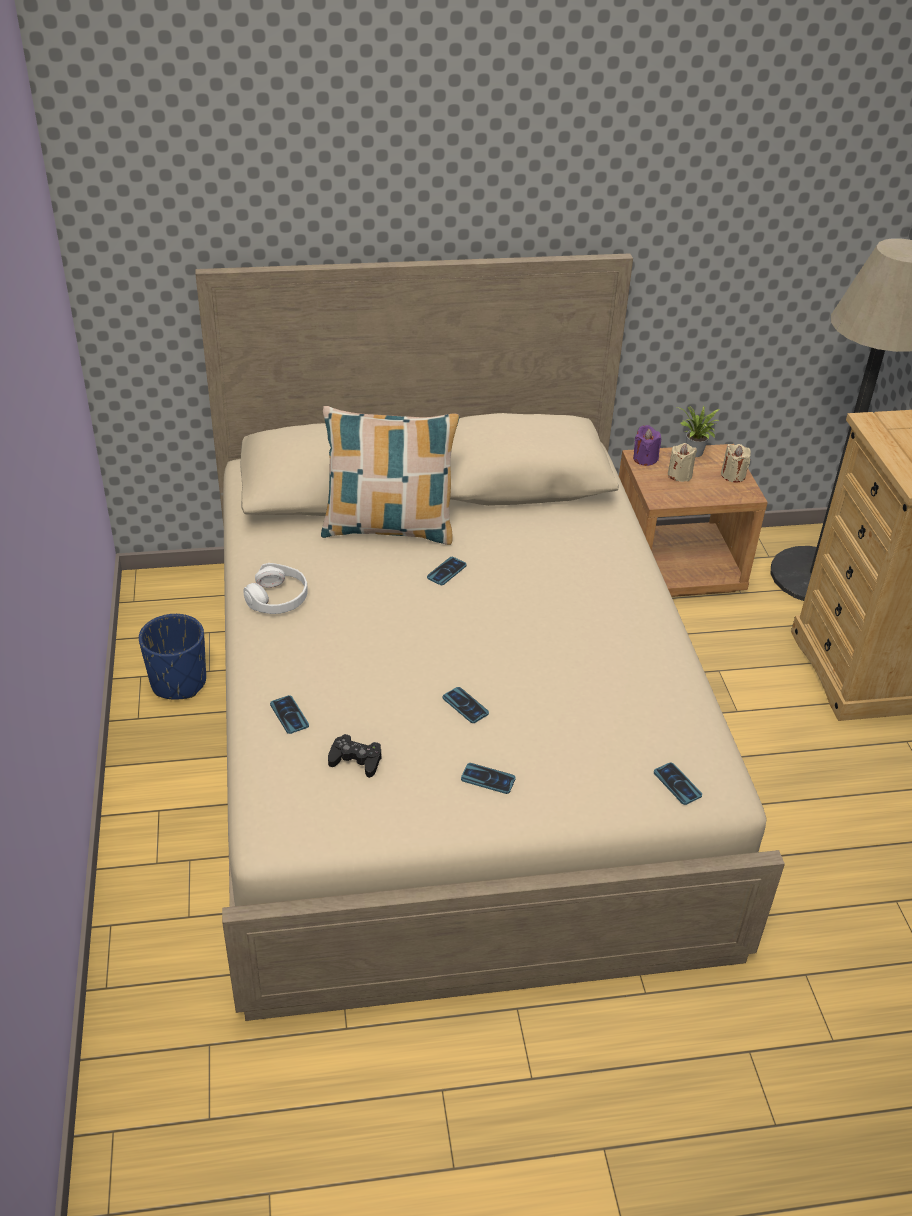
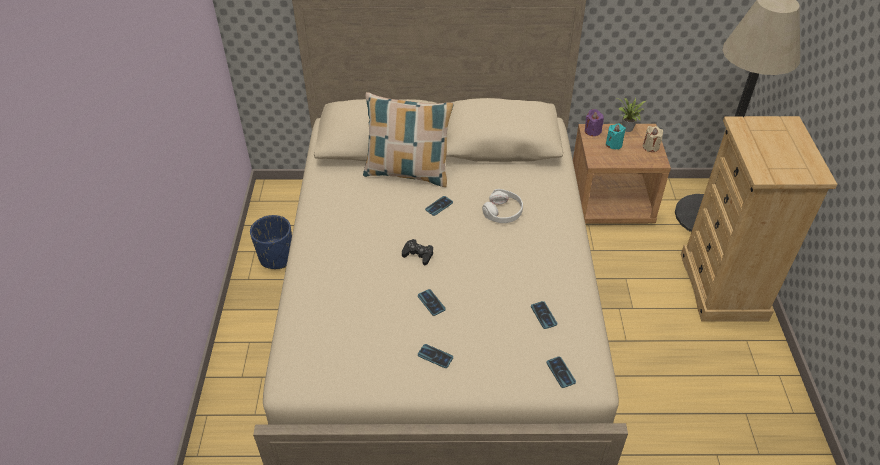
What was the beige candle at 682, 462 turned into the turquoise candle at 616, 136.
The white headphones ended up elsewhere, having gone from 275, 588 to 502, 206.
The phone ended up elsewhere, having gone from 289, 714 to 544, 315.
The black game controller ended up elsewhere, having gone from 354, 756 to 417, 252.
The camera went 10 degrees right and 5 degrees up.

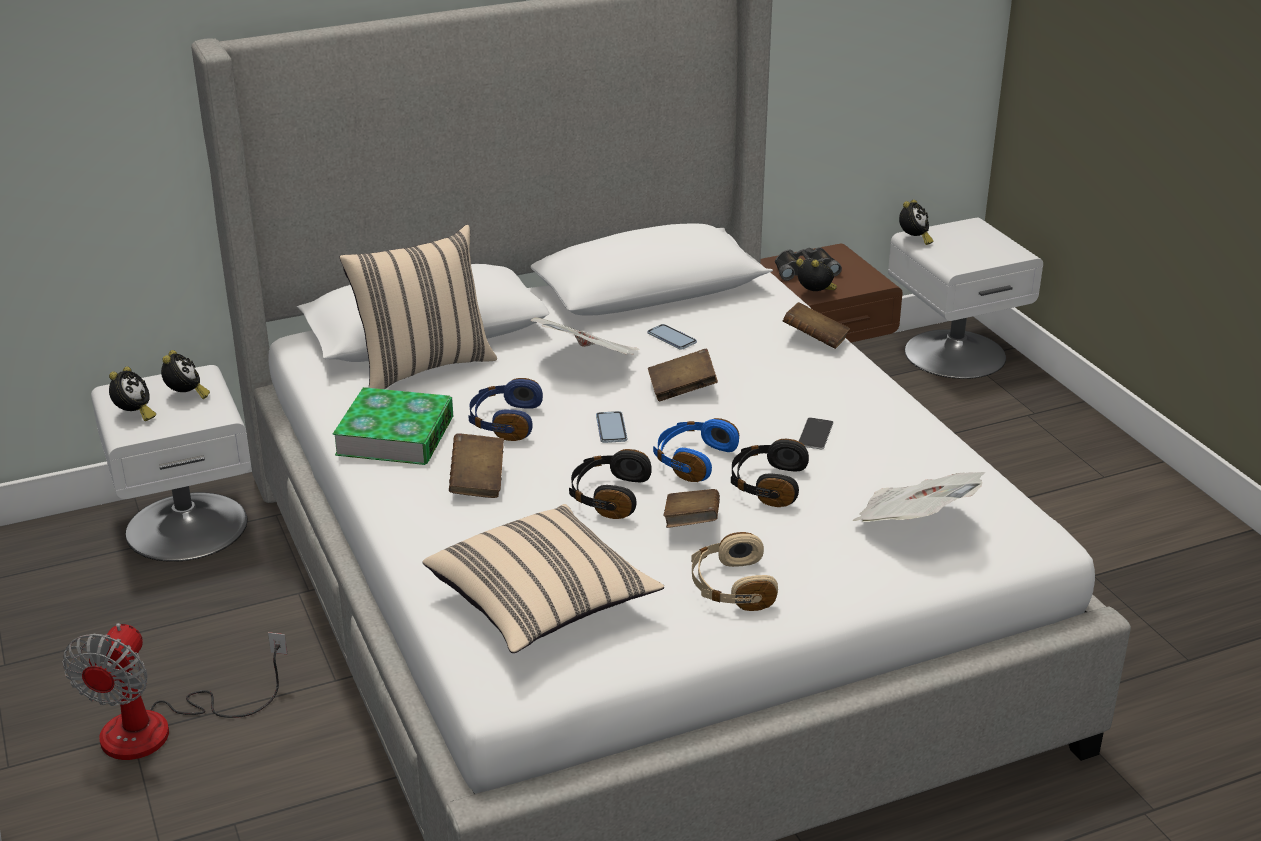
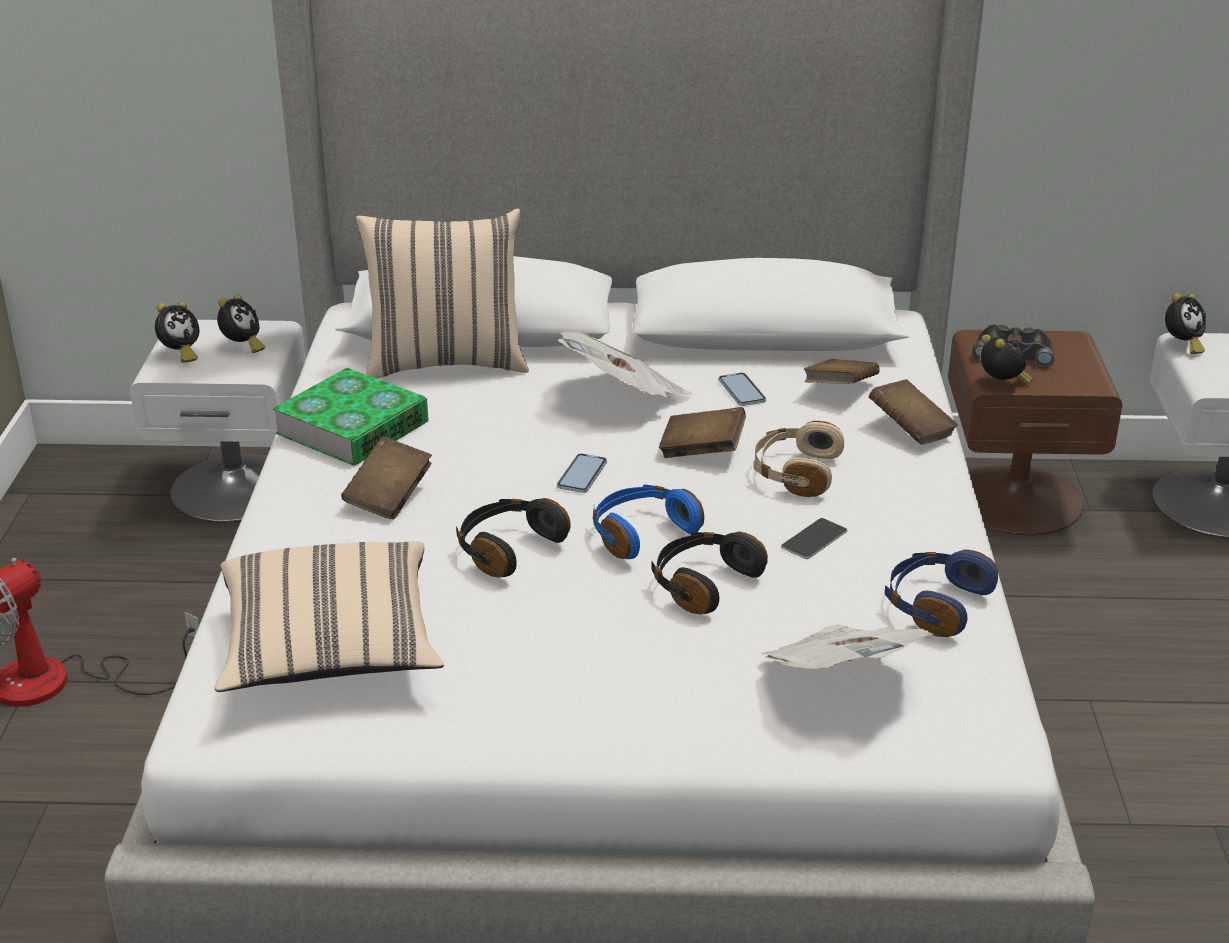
The blue headphones ended up elsewhere, having gone from 505, 409 to 941, 593.
The brown book ended up elsewhere, having gone from 692, 508 to 842, 371.
The beige headphones ended up elsewhere, having gone from 734, 571 to 798, 459.
The camera went 25 degrees right and 0 degrees up.

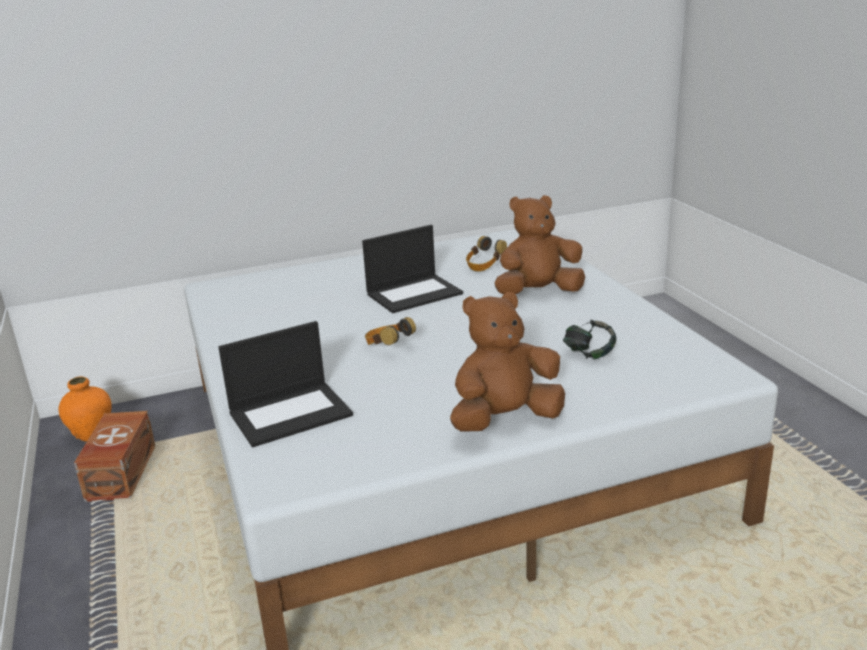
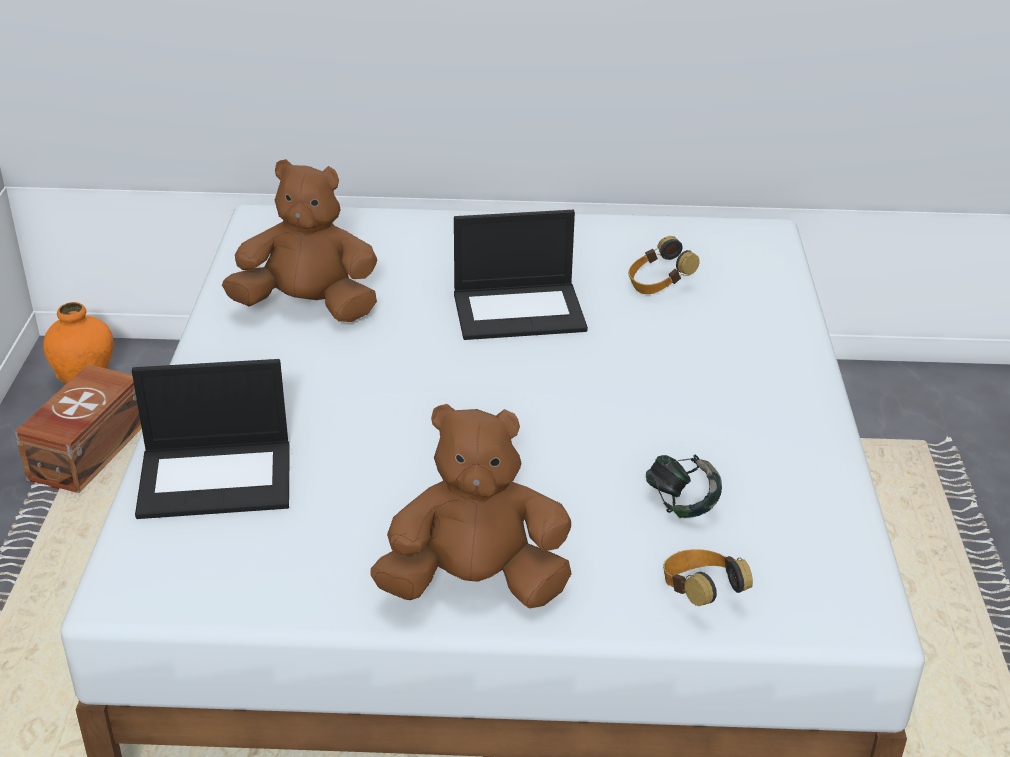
The brown plush toy ended up elsewhere, having gone from 540, 244 to 299, 240.
The headphones ended up elsewhere, having gone from 390, 331 to 708, 577.
The camera went 20 degrees right and 10 degrees up.

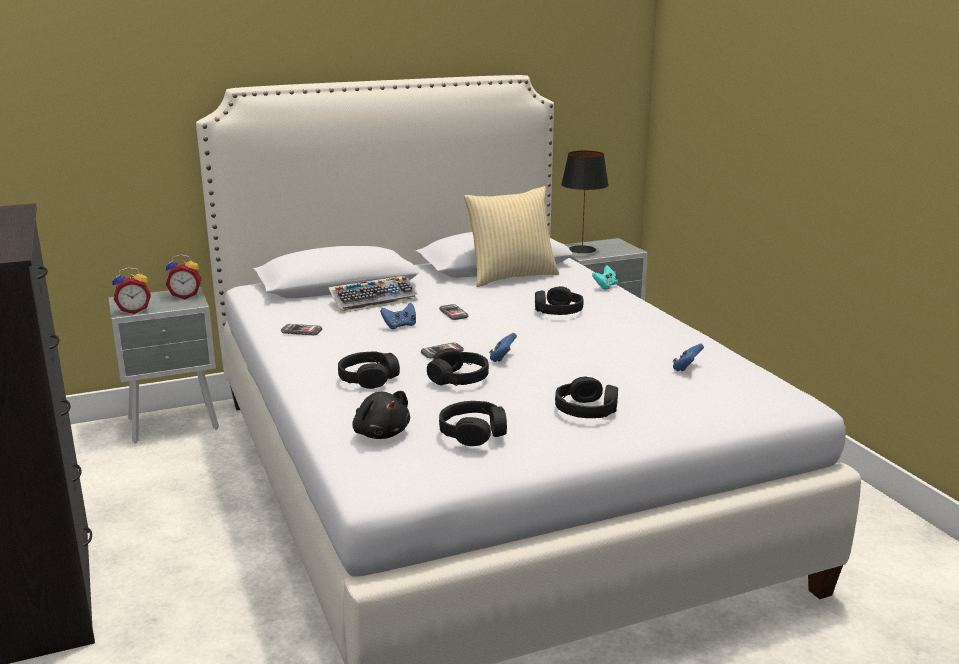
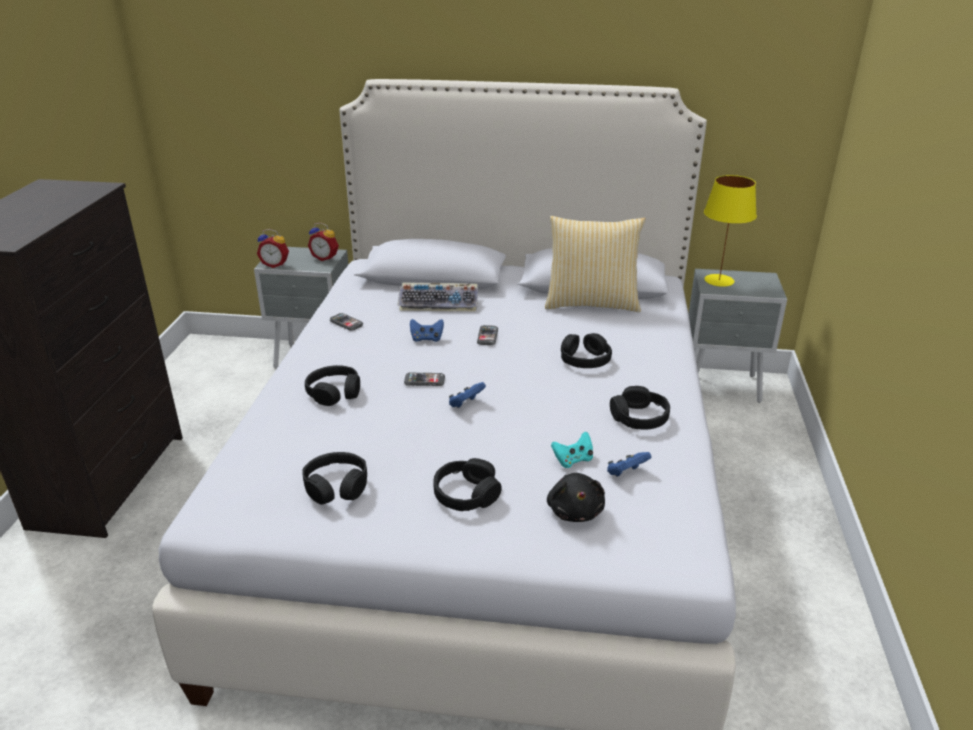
What was the black table lamp at 585, 202 turned into the yellow table lamp at 730, 231.
The turquoise game controller ended up elsewhere, having gone from 605, 277 to 572, 449.
The black headphones ended up elsewhere, having gone from 458, 367 to 640, 408.
The black plush toy ended up elsewhere, having gone from 381, 415 to 576, 497.
The camera went 30 degrees right and 10 degrees up.

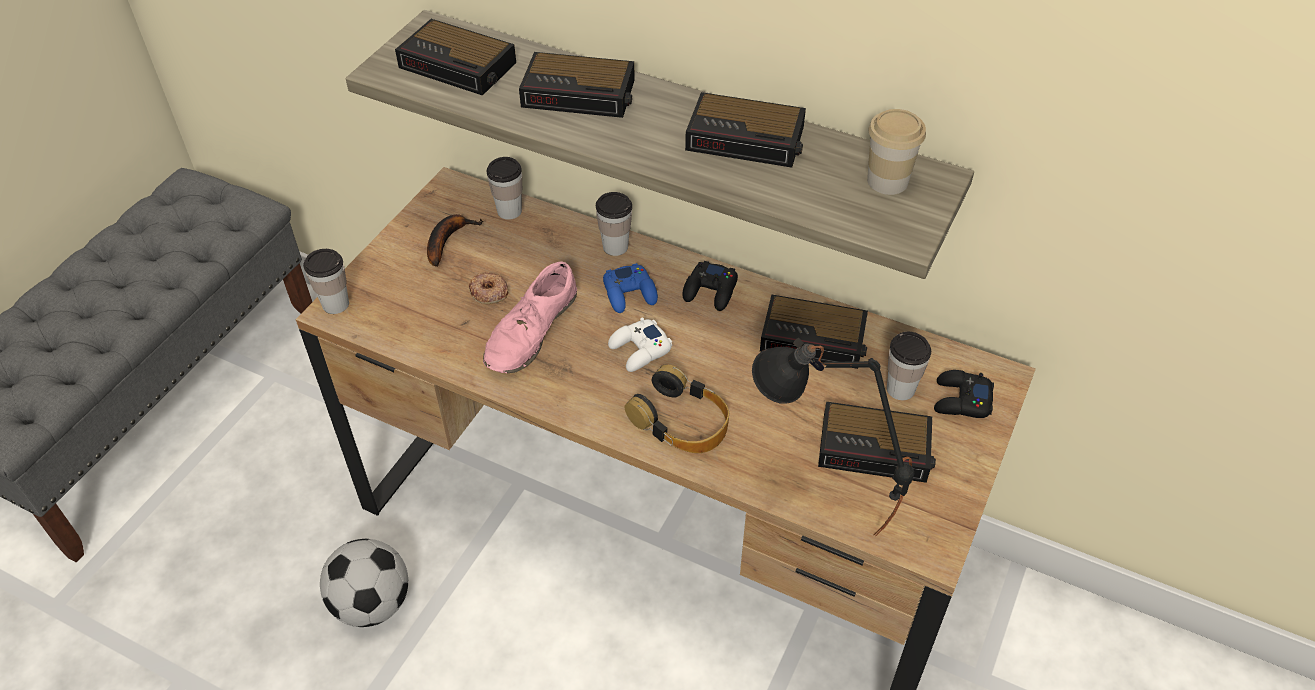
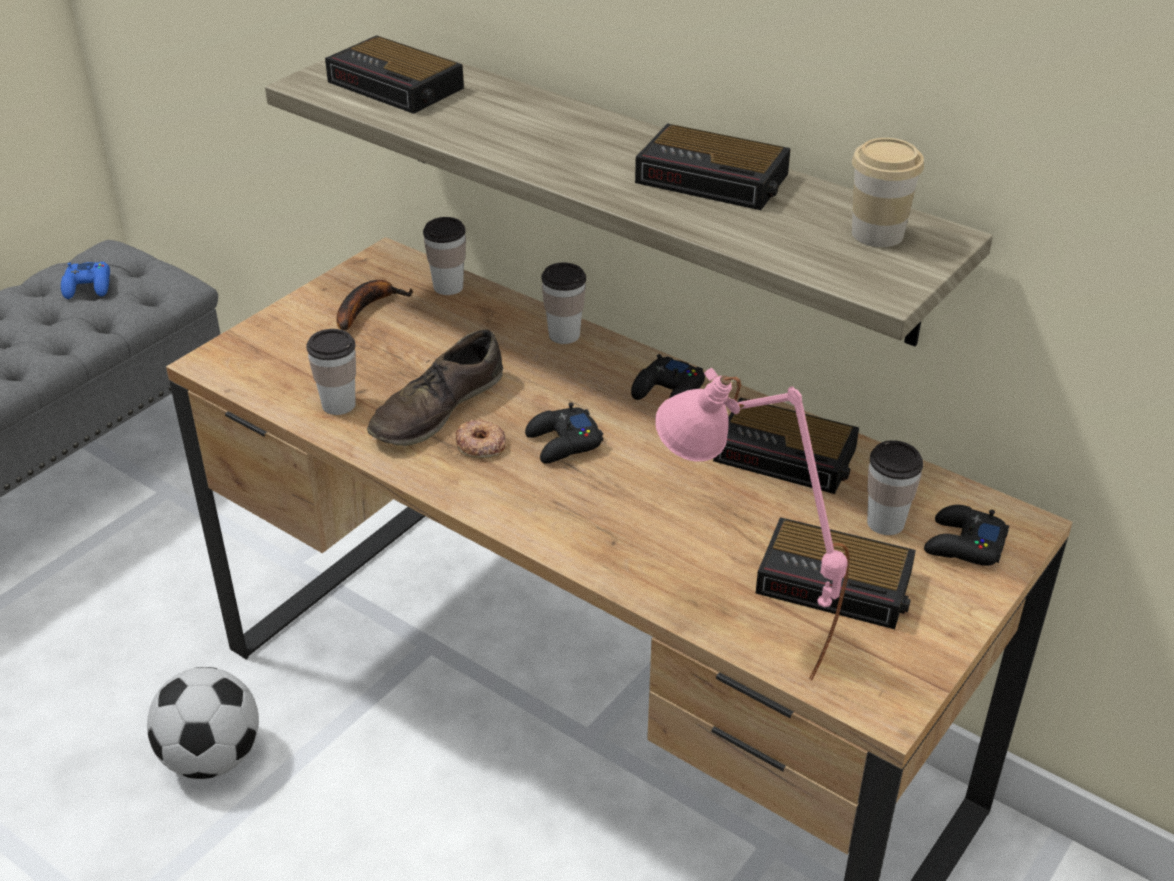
The second view lost the alarm clock at 577, 85.
The cup ended up elsewhere, having gone from 326, 281 to 331, 372.
What was the pink shoe at 530, 317 turned into the brown shoe at 435, 387.
The blue game controller ended up elsewhere, having gone from 630, 288 to 85, 280.
The donut ended up elsewhere, having gone from 488, 288 to 480, 439.
What was the white game controller at 640, 344 turned into the black game controller at 564, 433.
What was the black table lamp at 833, 437 turned into the pink table lamp at 752, 524.
The second view lost the headphones at 677, 408.
The camera went 10 degrees right and 10 degrees down.

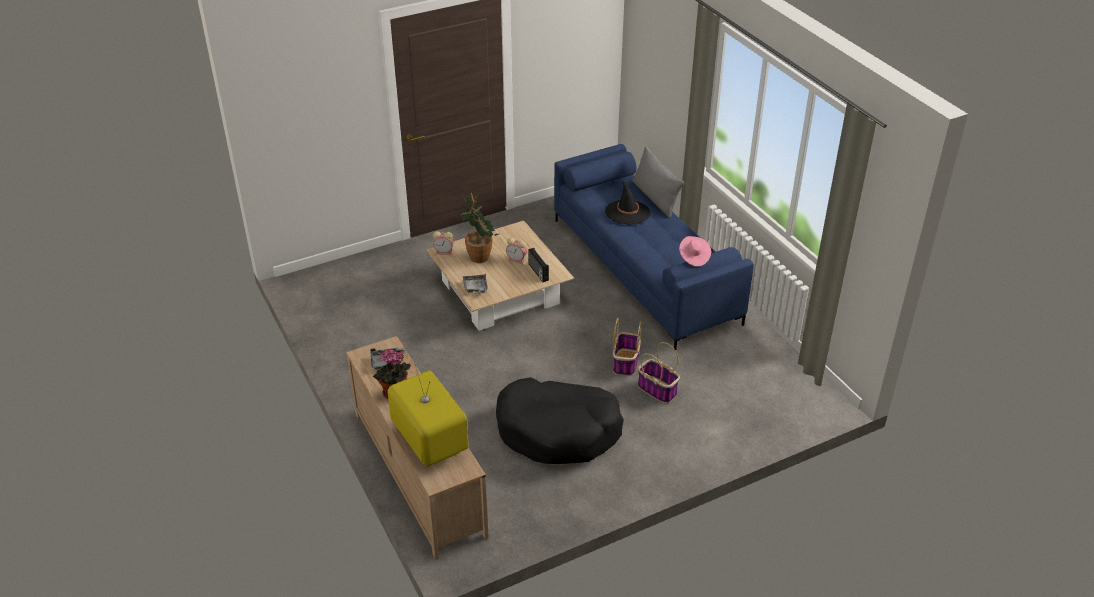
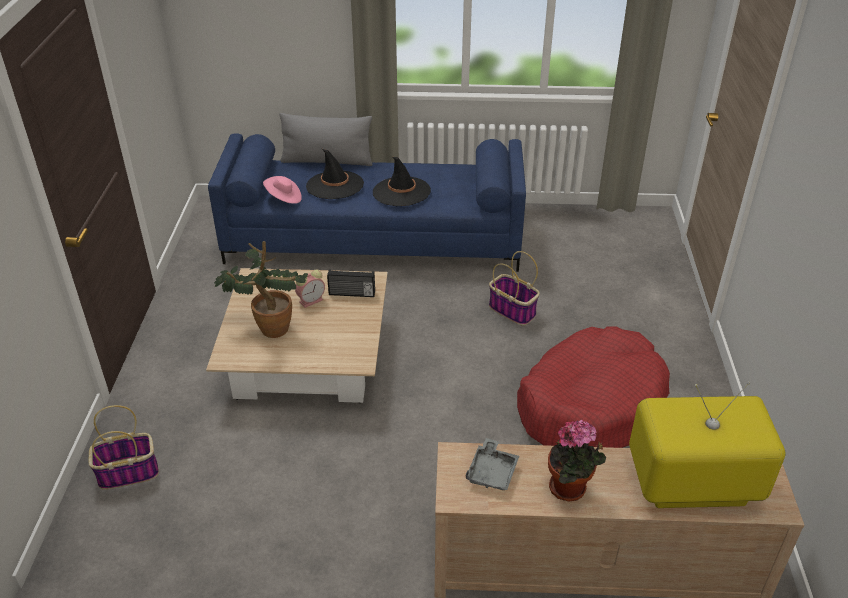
The second view lost the alarm clock at 443, 243.
The pink hat ended up elsewhere, having gone from 695, 251 to 282, 190.
The second view lost the grey tray at 475, 284.
The basket ended up elsewhere, having gone from 659, 373 to 124, 447.
What was the black dog bed at 560, 420 turned into the red dog bed at 593, 387.
The second view gained the black hat at 402, 181.
The camera went 60 degrees left and 0 degrees up.

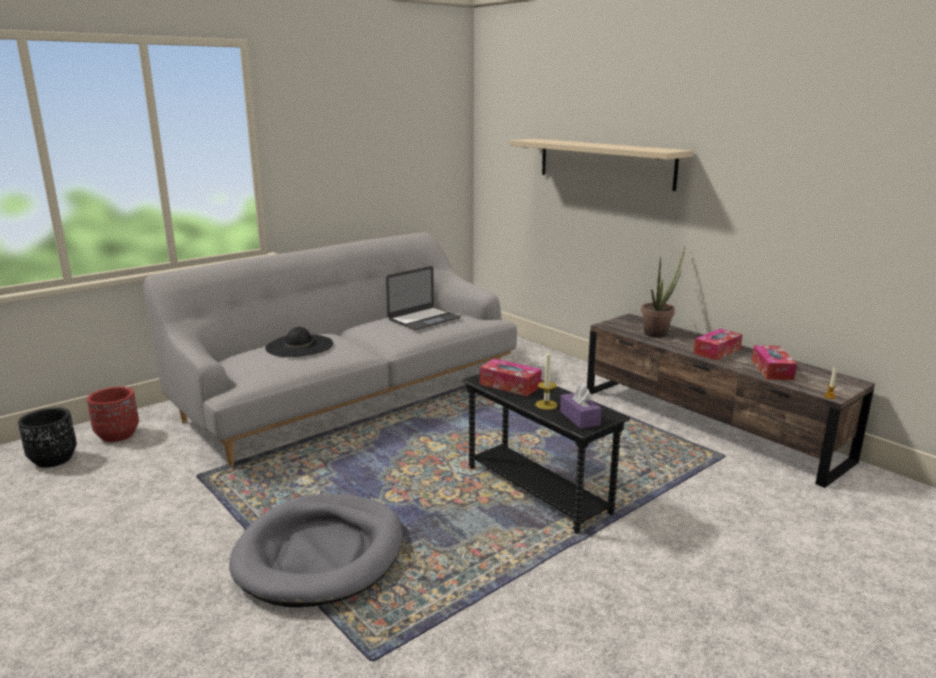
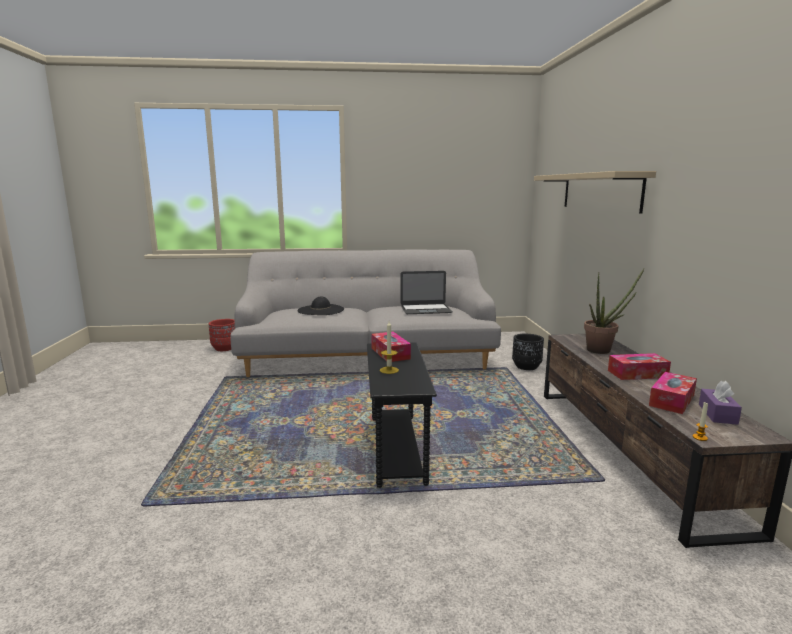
The purple tissue box ended up elsewhere, having gone from 581, 406 to 720, 403.
The black planter ended up elsewhere, having gone from 47, 437 to 528, 352.
The second view lost the grey dog bed at 316, 550.
The camera went 35 degrees right and 5 degrees down.

